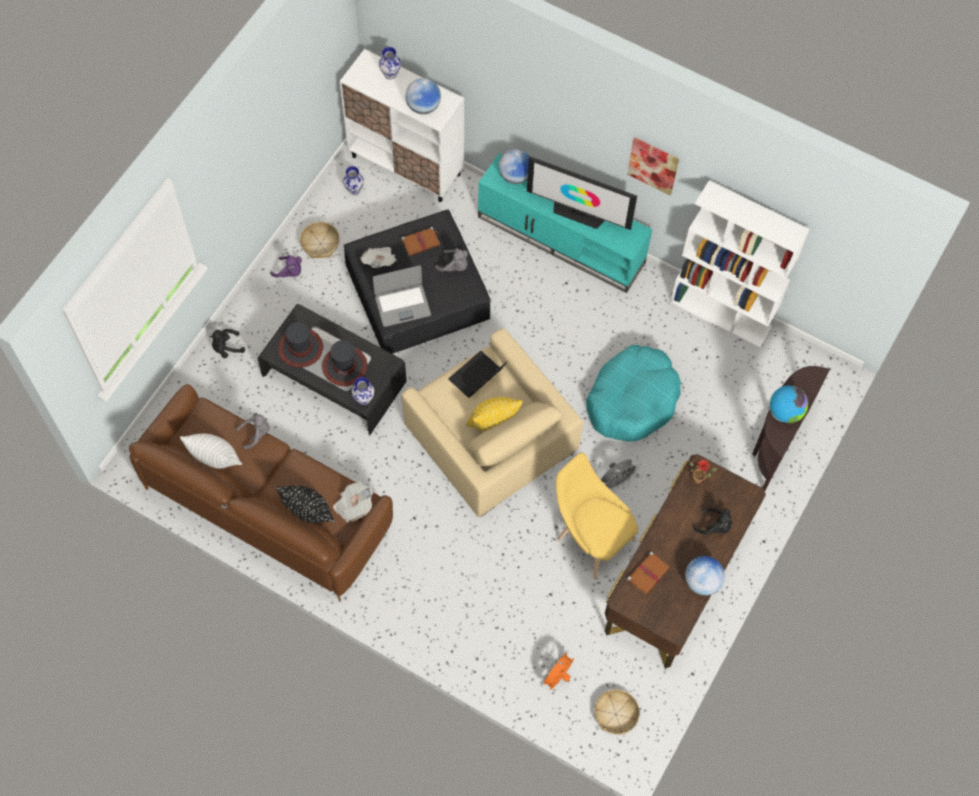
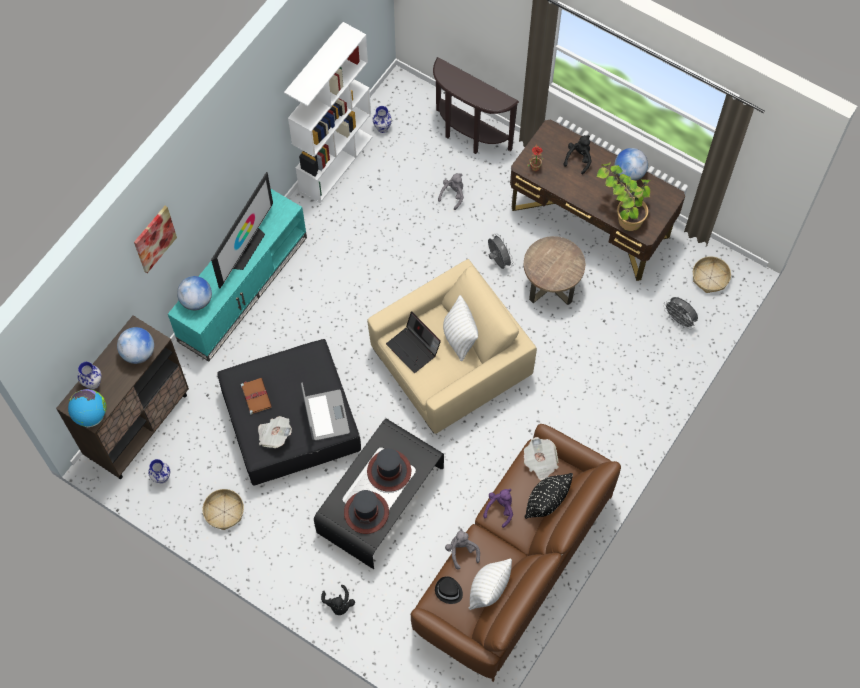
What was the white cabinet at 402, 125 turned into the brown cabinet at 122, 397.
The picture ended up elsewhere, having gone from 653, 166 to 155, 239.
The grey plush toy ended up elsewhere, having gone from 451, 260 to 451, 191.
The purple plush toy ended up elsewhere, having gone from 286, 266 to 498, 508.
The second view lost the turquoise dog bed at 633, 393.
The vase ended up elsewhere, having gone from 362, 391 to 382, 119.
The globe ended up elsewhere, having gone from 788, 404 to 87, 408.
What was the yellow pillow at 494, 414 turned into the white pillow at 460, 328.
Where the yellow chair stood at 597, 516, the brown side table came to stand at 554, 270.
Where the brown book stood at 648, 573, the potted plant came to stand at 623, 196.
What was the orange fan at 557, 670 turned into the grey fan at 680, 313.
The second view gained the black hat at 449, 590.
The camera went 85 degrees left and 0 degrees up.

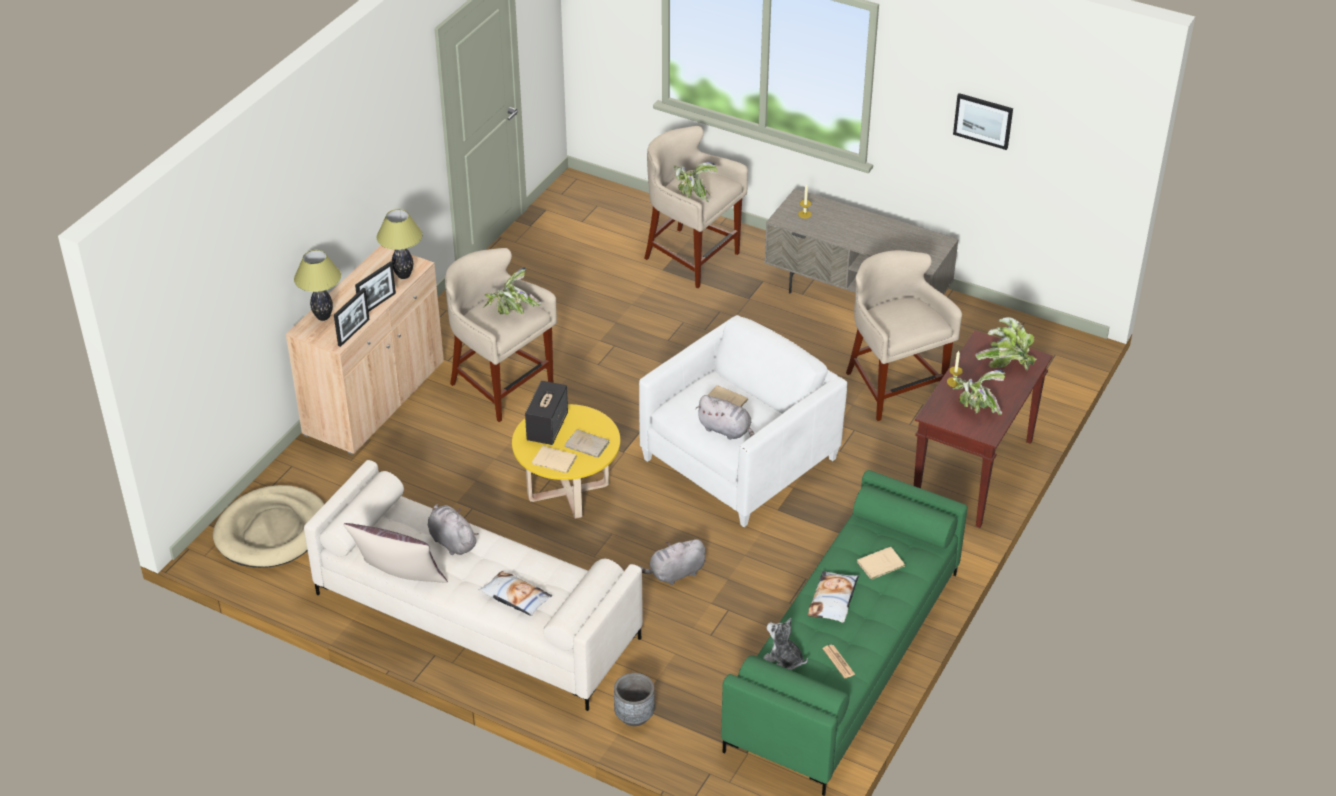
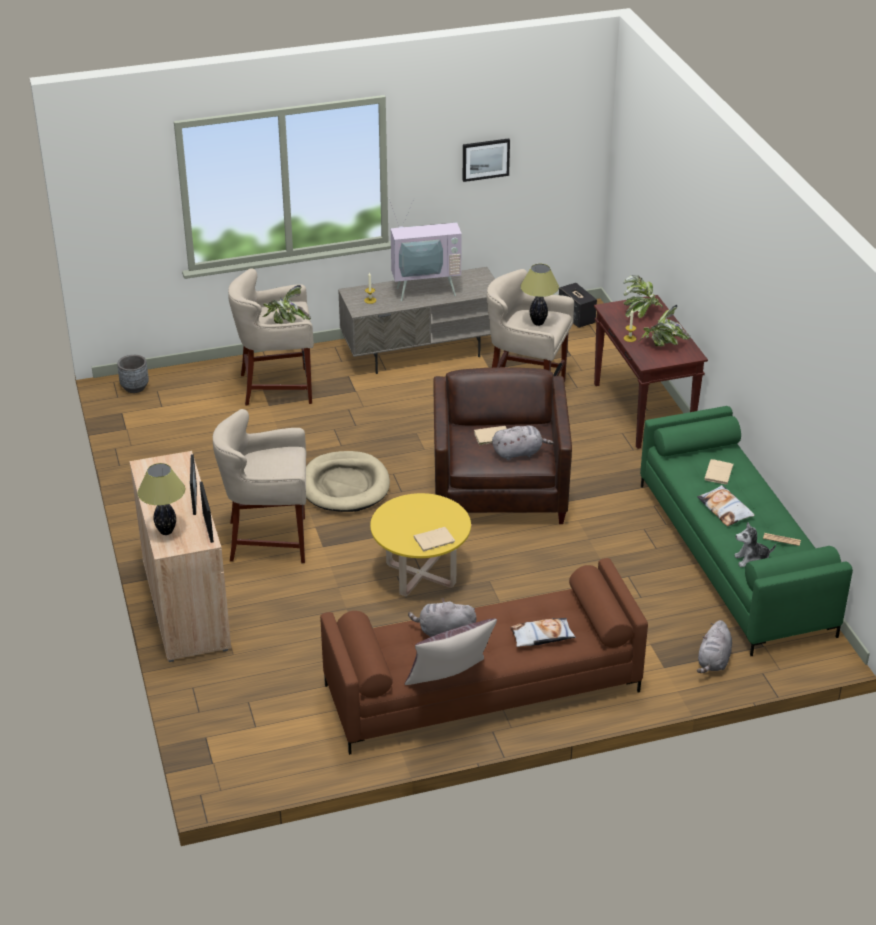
The table lamp ended up elsewhere, having gone from 399, 244 to 539, 295.
The second view lost the potted plant at 511, 291.
What was the white armchair at 743, 421 turned into the brown armchair at 502, 445.
The speaker ended up elsewhere, having gone from 546, 413 to 578, 305.
The second view lost the beige book at 587, 443.
What was the white sofa at 473, 585 turned into the brown sofa at 484, 656.
The beige dog bed ended up elsewhere, having gone from 268, 526 to 348, 481.
The grey plush toy ended up elsewhere, having gone from 672, 562 to 714, 646.
The grey planter ended up elsewhere, having gone from 634, 699 to 133, 374.
The second view gained the television at 425, 250.
The camera went 45 degrees left and 5 degrees down.

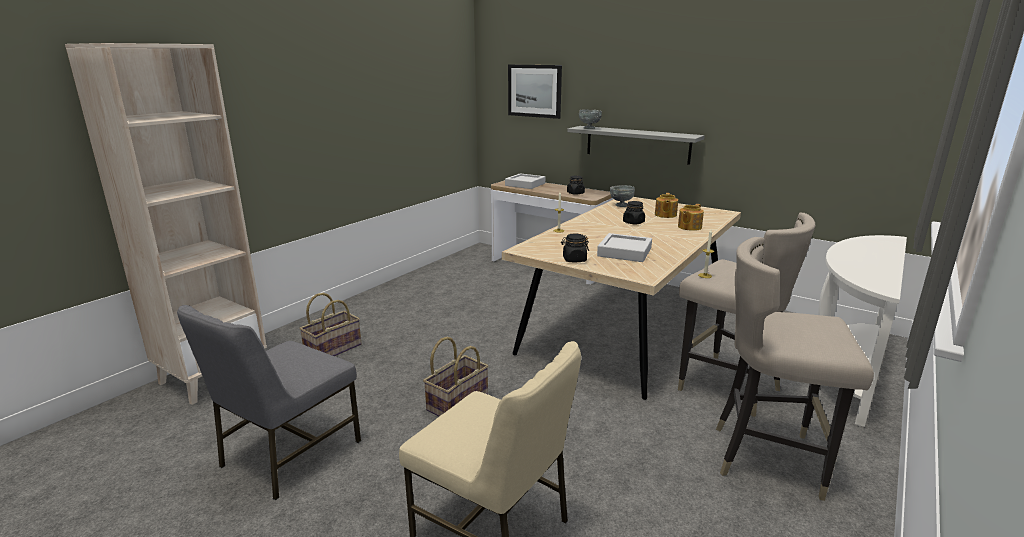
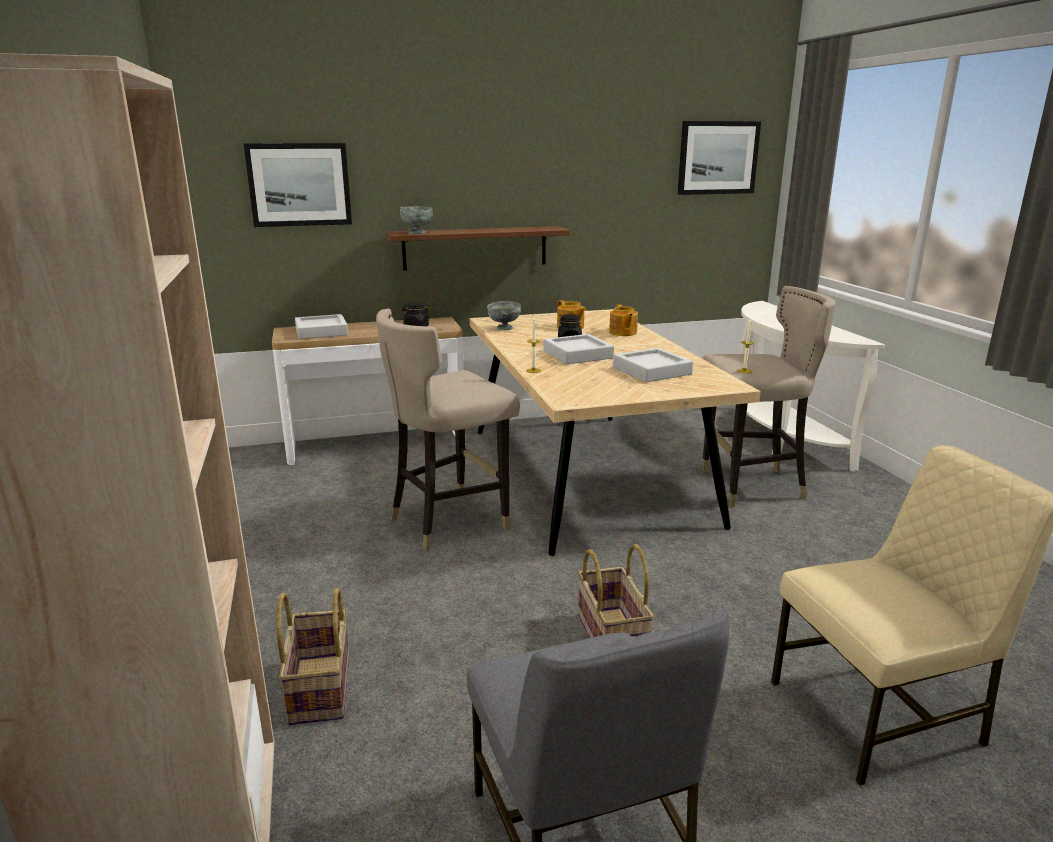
What was the grey shelf at 636, 145 turned into the brown shelf at 478, 248.
The second view lost the black jar at 575, 248.
The beige stool ended up elsewhere, having gone from 795, 369 to 448, 430.
The second view gained the picture at 719, 158.
The second view gained the grey tray at 579, 349.
The camera went 50 degrees left and 0 degrees up.

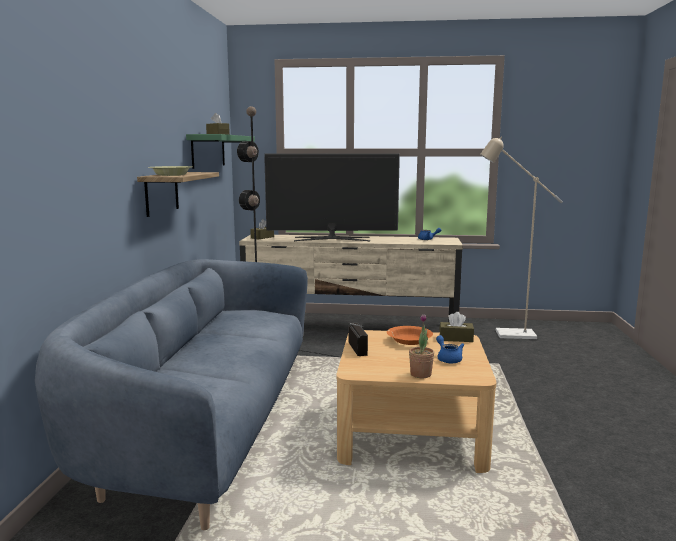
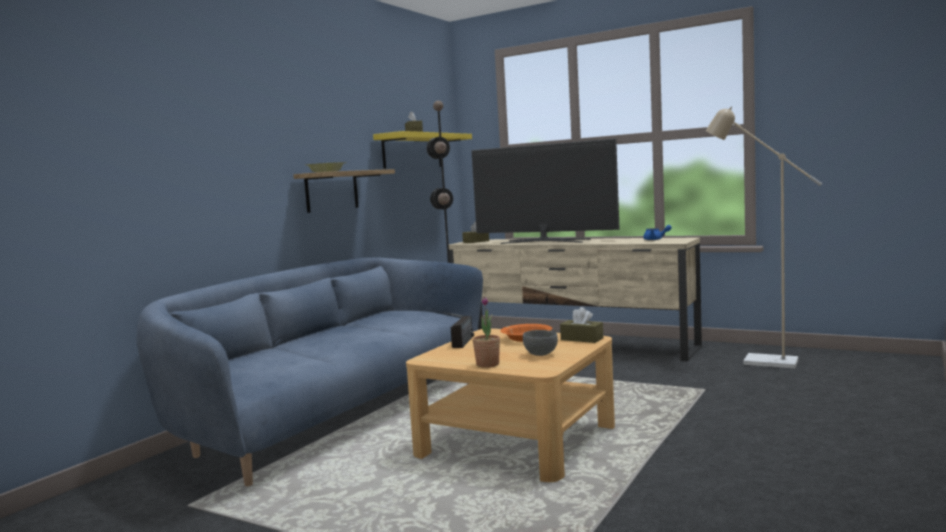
What was the green shelf at 220, 151 turned into the yellow shelf at 422, 150.
Where the blue teapot stood at 450, 349, the grey bowl came to stand at 540, 343.
The camera went 25 degrees right and 5 degrees down.

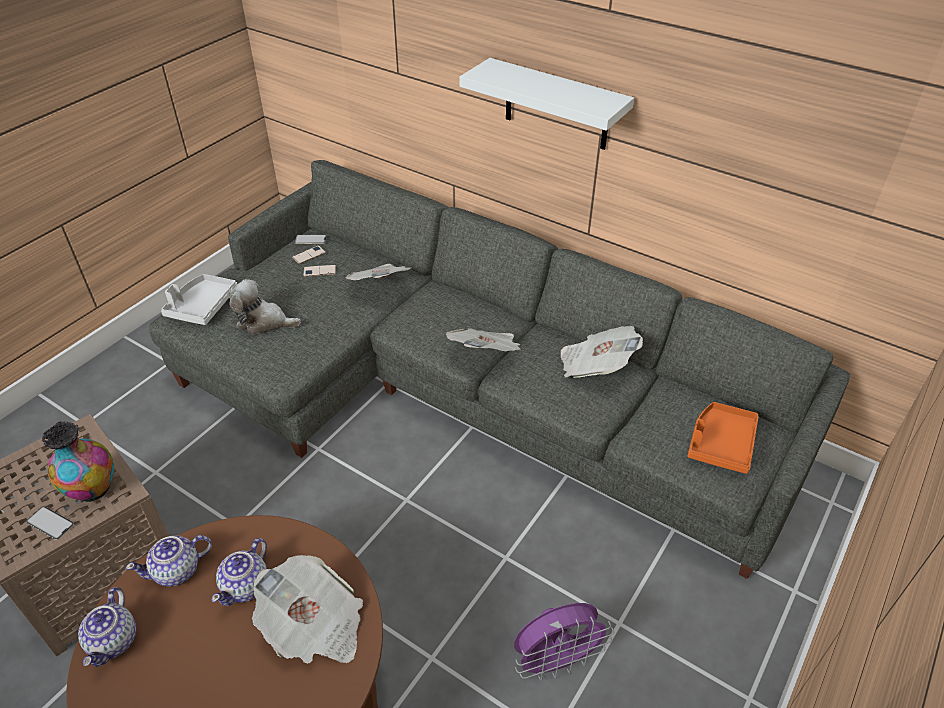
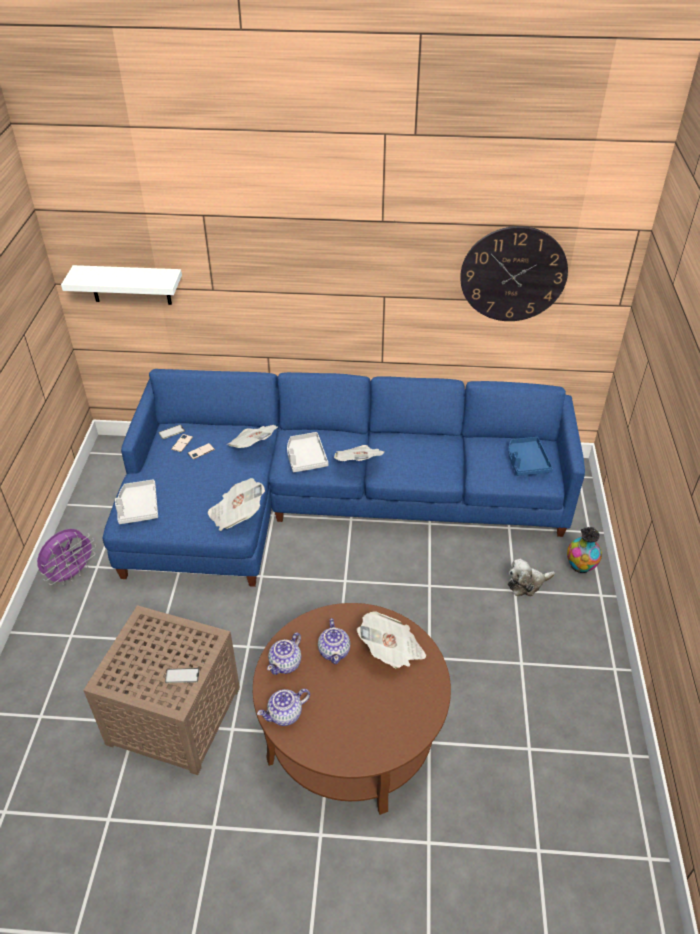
The white shelf ended up elsewhere, having gone from 546, 104 to 121, 285.
What was the grey sofa at 499, 369 turned into the blue sofa at 343, 478.
The plush toy ended up elsewhere, having gone from 265, 307 to 531, 577.
The newspaper ended up elsewhere, having gone from 601, 352 to 236, 504.
What was the orange tray at 723, 438 turned into the blue tray at 530, 456.
The vase ended up elsewhere, having gone from 78, 461 to 584, 550.
The teapot at 107, 627 ended up facing another way, 90 degrees clockwise from before.
The purple fan ended up elsewhere, having gone from 564, 642 to 66, 557.
The second view gained the wall clock at 514, 273.
The second view gained the grey tray at 307, 452.
The camera went 30 degrees left and 0 degrees up.

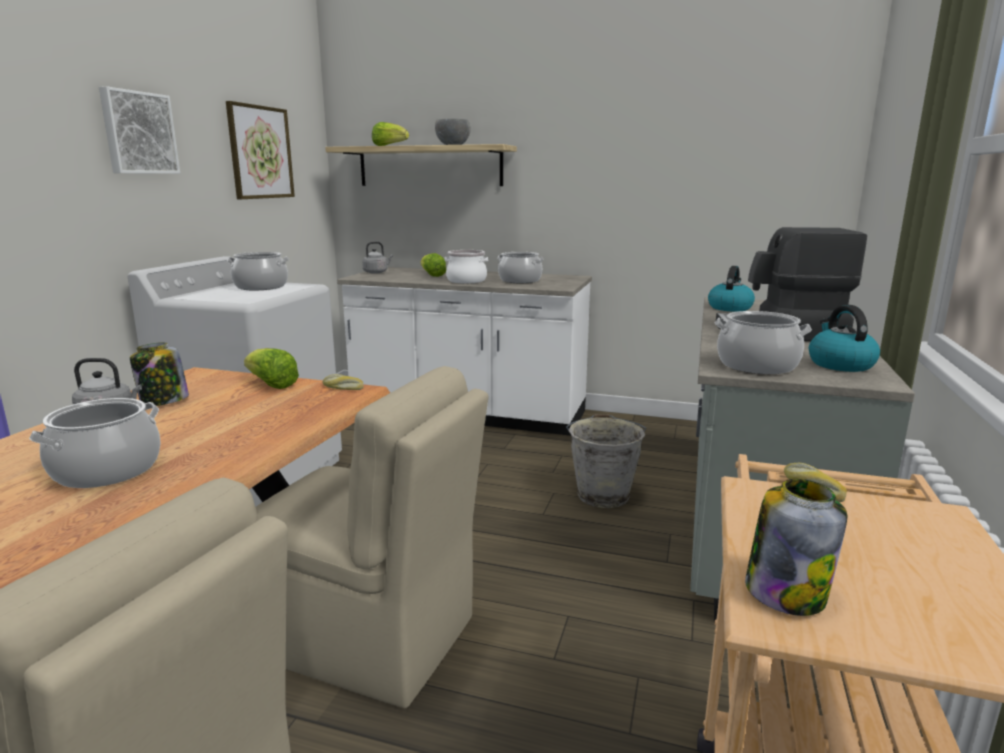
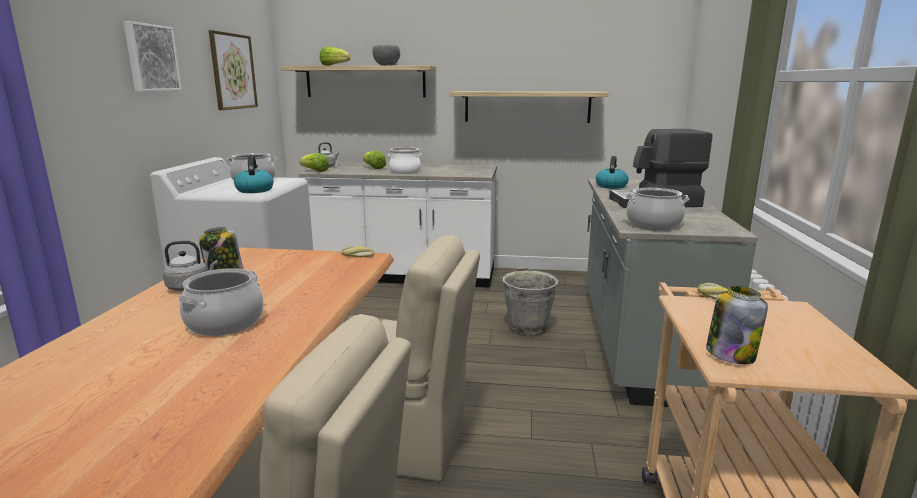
The second view lost the cooking pot at 520, 267.
The kettle ended up elsewhere, having gone from 844, 338 to 254, 174.
The lettuce ended up elsewhere, having gone from 271, 368 to 314, 162.
The second view gained the shelf at 528, 107.
The camera went 10 degrees left and 0 degrees up.

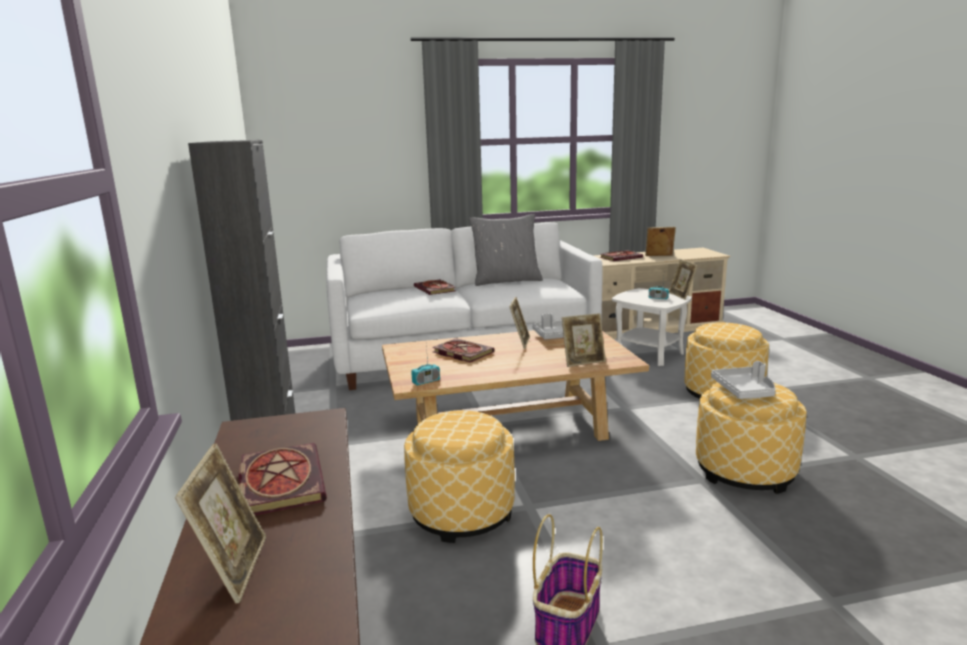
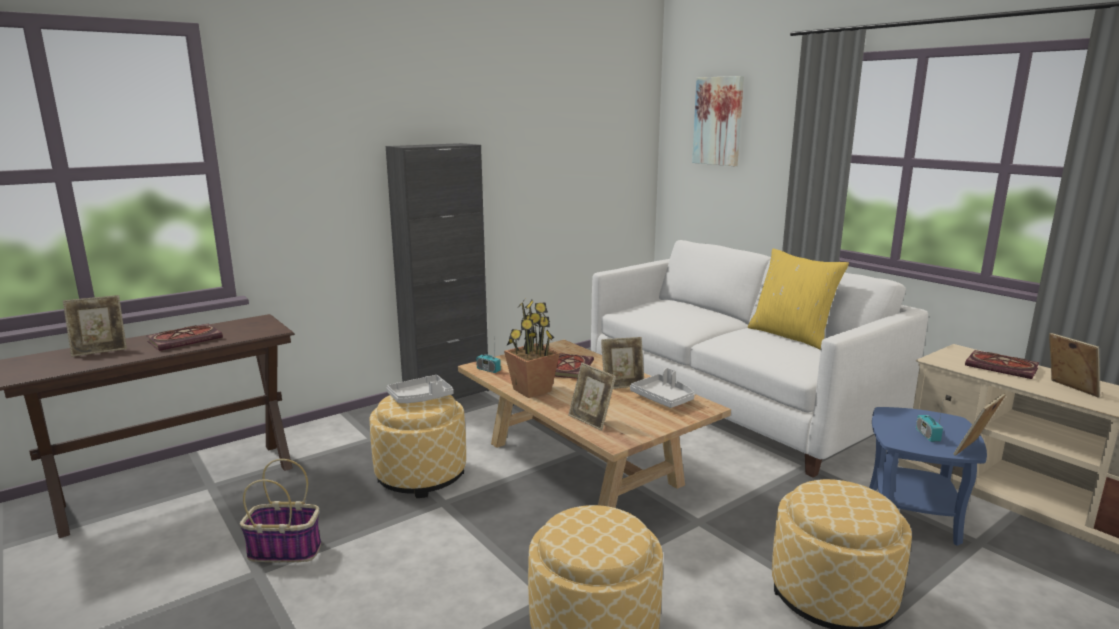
What was the grey pillow at 506, 250 turned into the yellow pillow at 798, 299.
The second view lost the book at 435, 287.
What was the white side table at 652, 327 turned into the blue side table at 928, 476.
The grey tray ended up elsewhere, having gone from 743, 380 to 420, 389.
The second view gained the picture at 718, 121.
The second view gained the potted plant at 532, 347.
The camera went 65 degrees right and 0 degrees up.

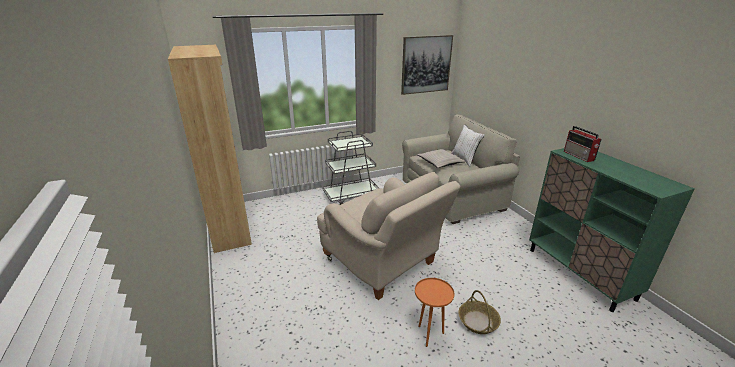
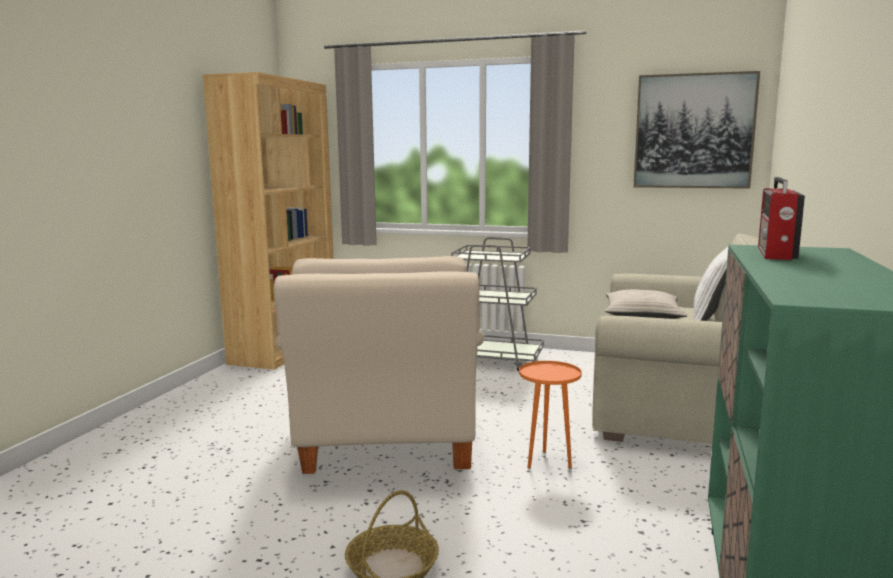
The orange side table ended up elsewhere, having gone from 434, 312 to 550, 415.
The camera went 40 degrees right and 15 degrees down.

